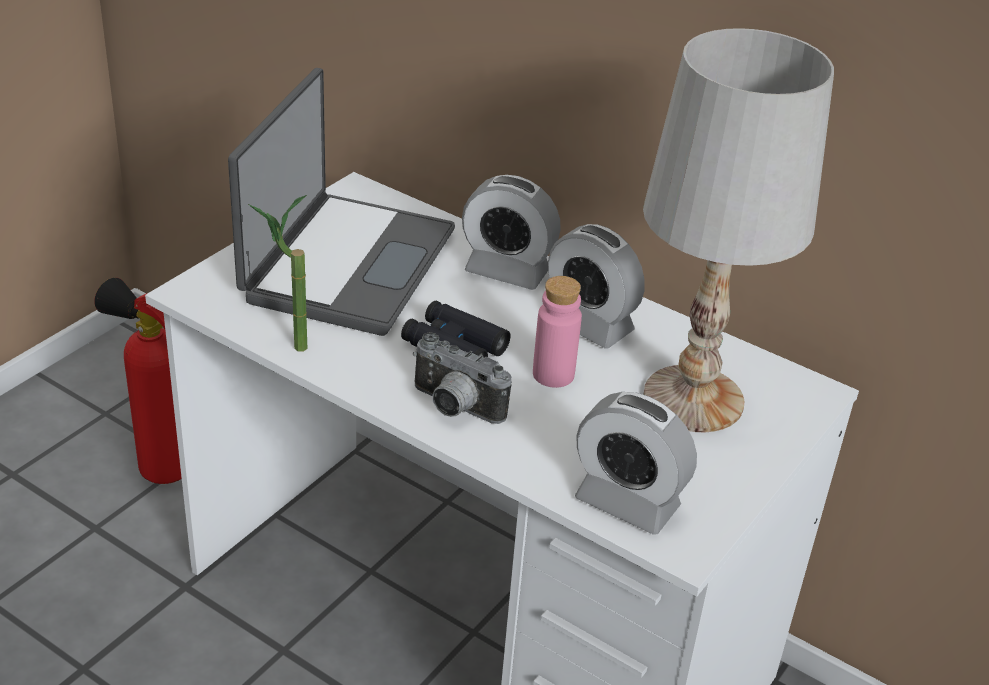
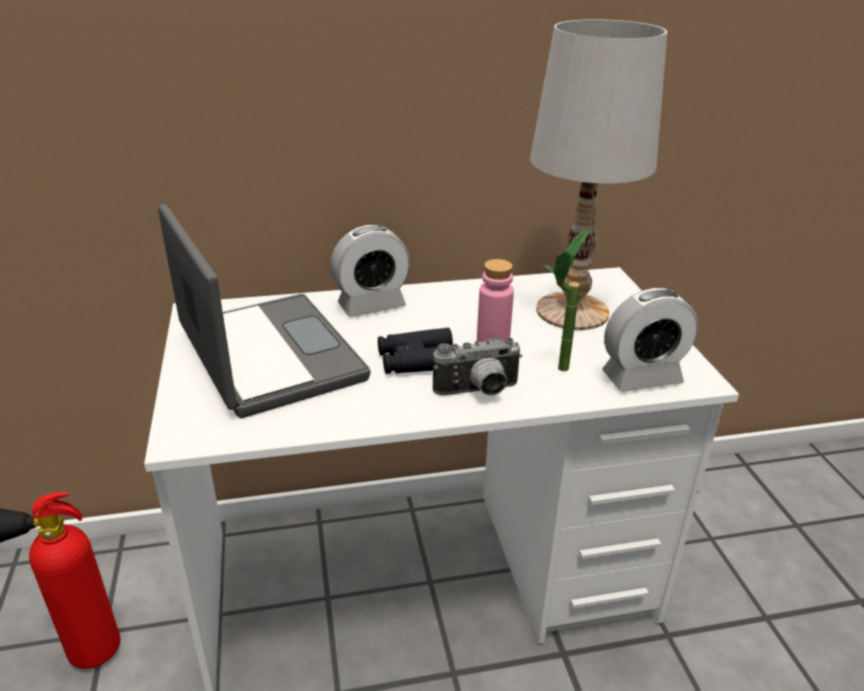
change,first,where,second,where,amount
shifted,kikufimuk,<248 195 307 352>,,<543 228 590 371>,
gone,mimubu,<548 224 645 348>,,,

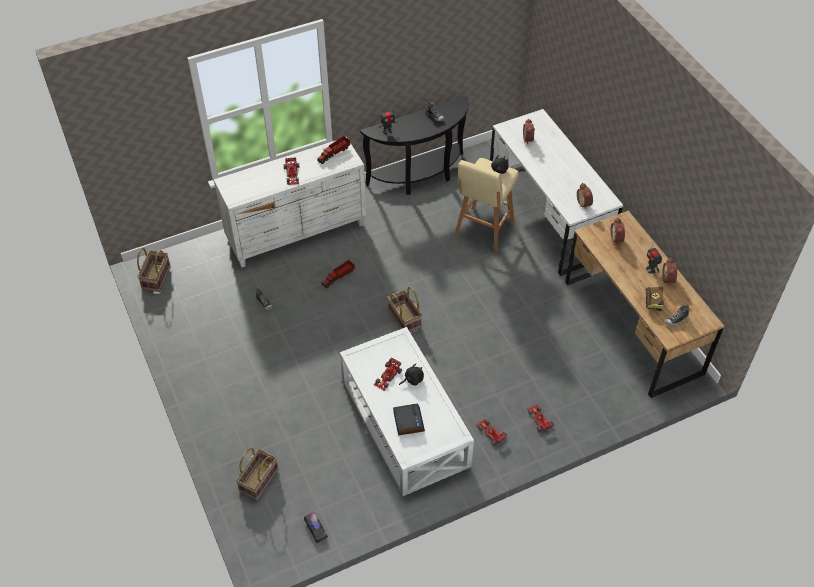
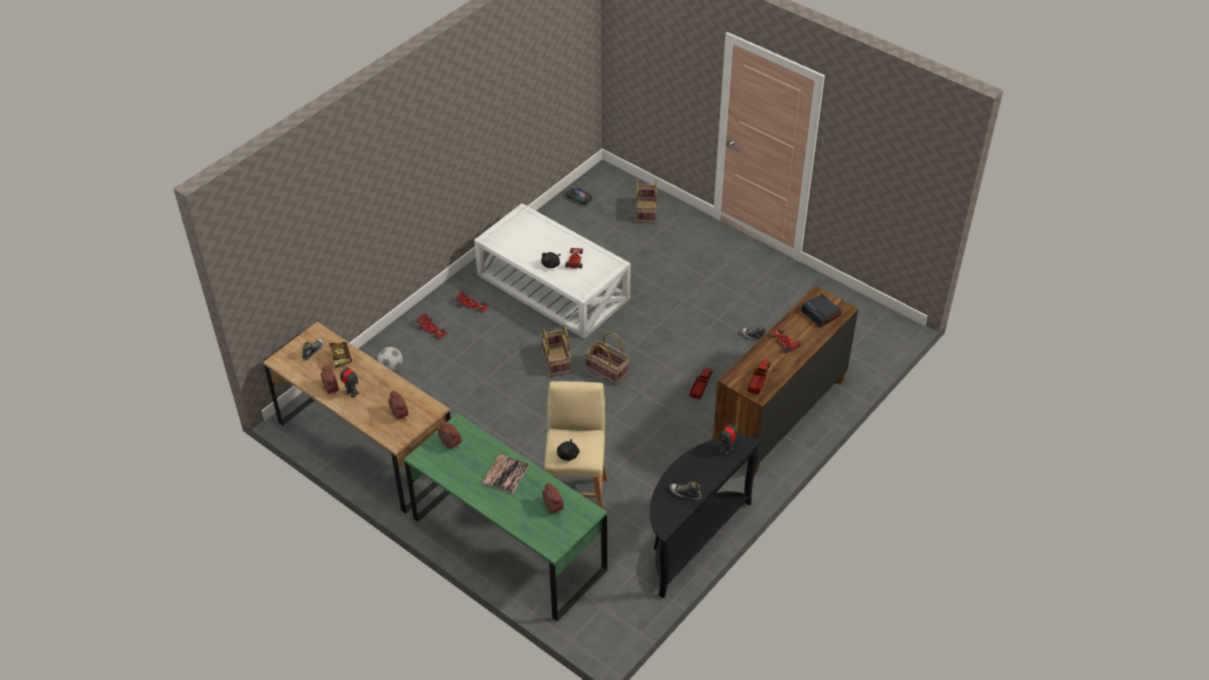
change,first,where,second,where,amount
shifted,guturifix,<137 247 171 292>,,<541 325 571 377>,
repainted,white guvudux,<214 137 366 268>,brown guvudux,<713 286 859 475>,
shifted,mimubu,<393 403 425 436>,,<801 294 842 327>,
repainted,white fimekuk,<490 109 623 276>,green fimekuk,<404 413 607 622>,
new,,,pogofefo,<377 347 403 372>,
new,,,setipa,<482 454 529 494>,

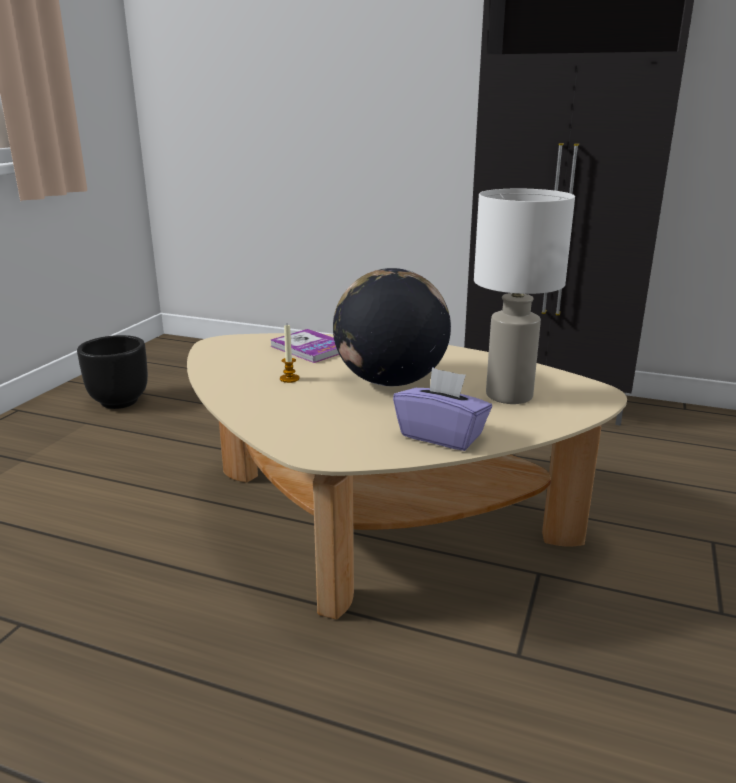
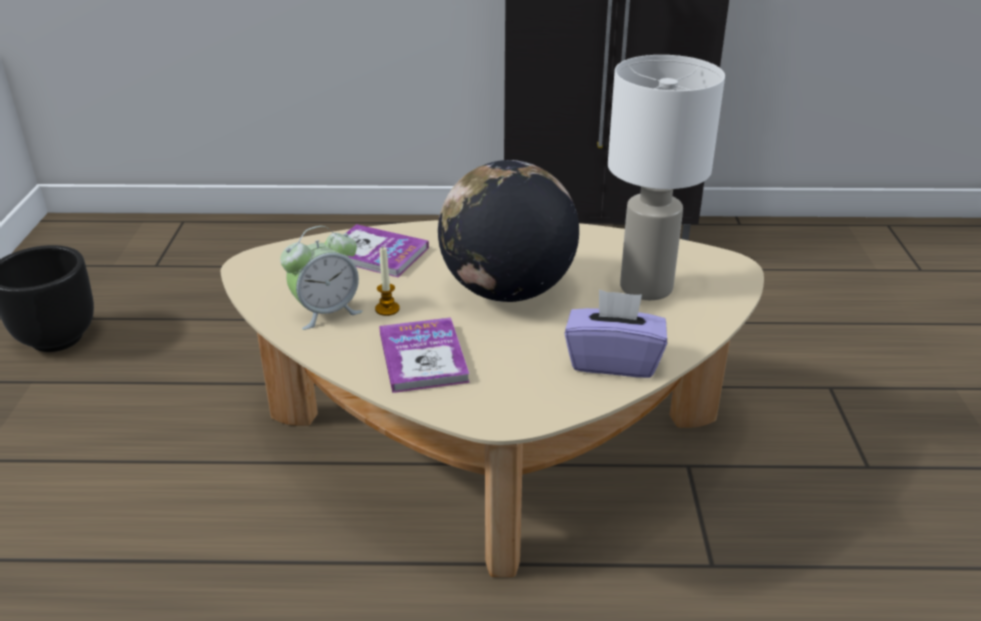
change,first,where,second,where,amount
new,,,mimubu,<280 226 363 330>,
new,,,setipa,<379 317 470 393>,

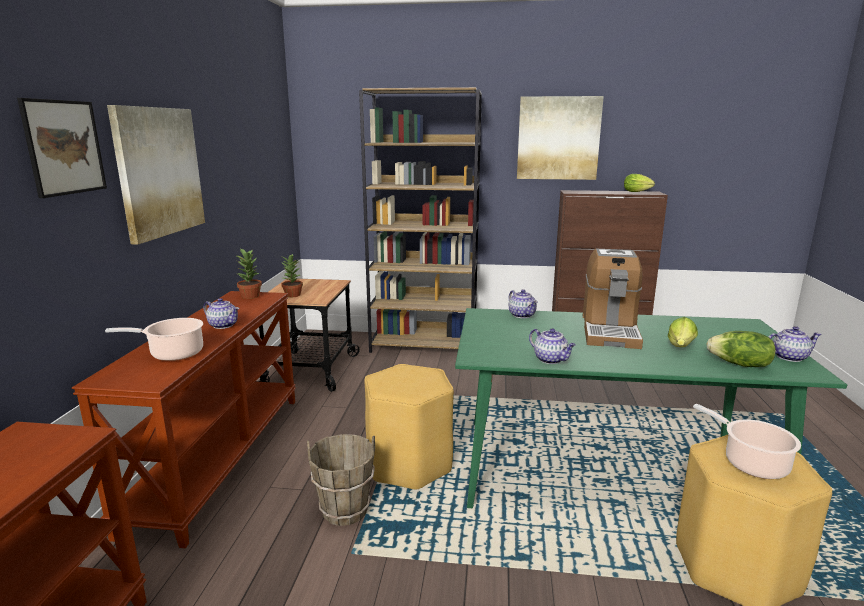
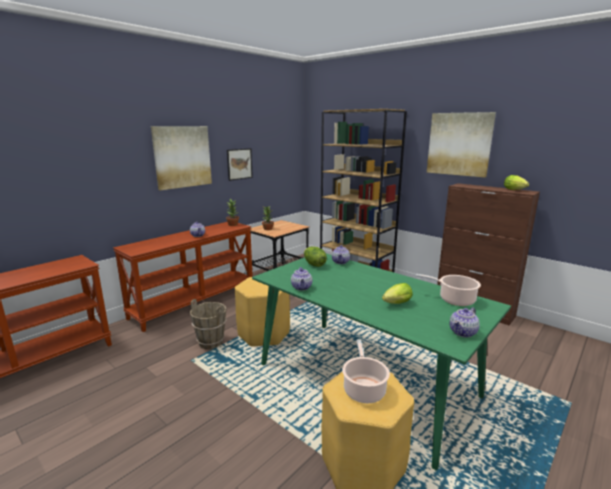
change,first,where,second,where,amount
shifted,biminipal,<17 98 107 198>,,<227 148 253 181>,
shifted,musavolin,<105 318 203 361>,,<416 274 481 306>,
gone,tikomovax,<583 249 643 349>,,,
shifted,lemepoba,<706 331 776 367>,,<304 246 327 267>,
rotated,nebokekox,<769 326 822 362>,,<450 308 480 338>,105 degrees clockwise

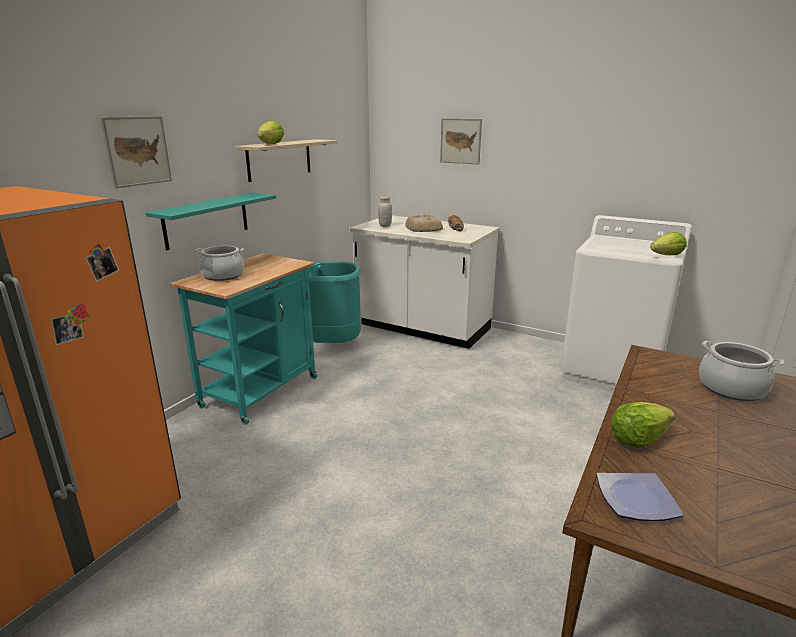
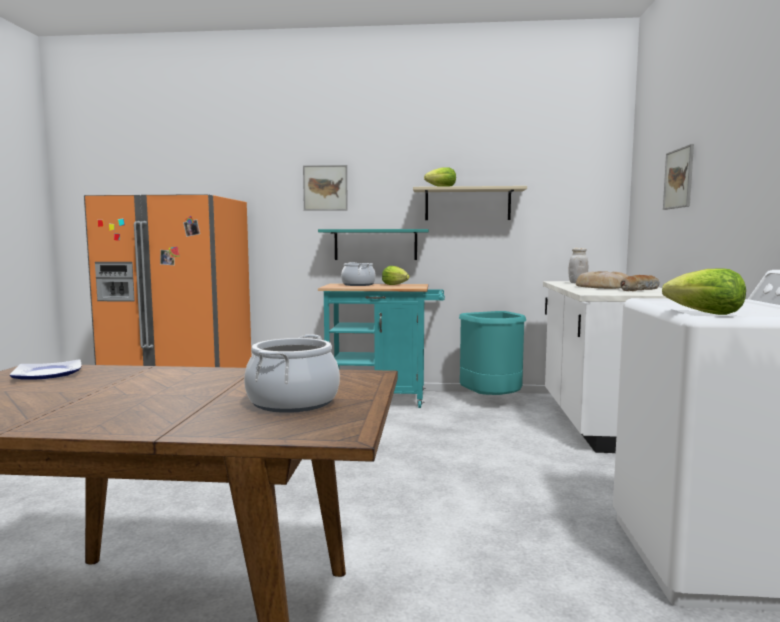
change,first,where,second,where,amount
shifted,lemepoba,<611 402 675 448>,,<382 266 410 285>,

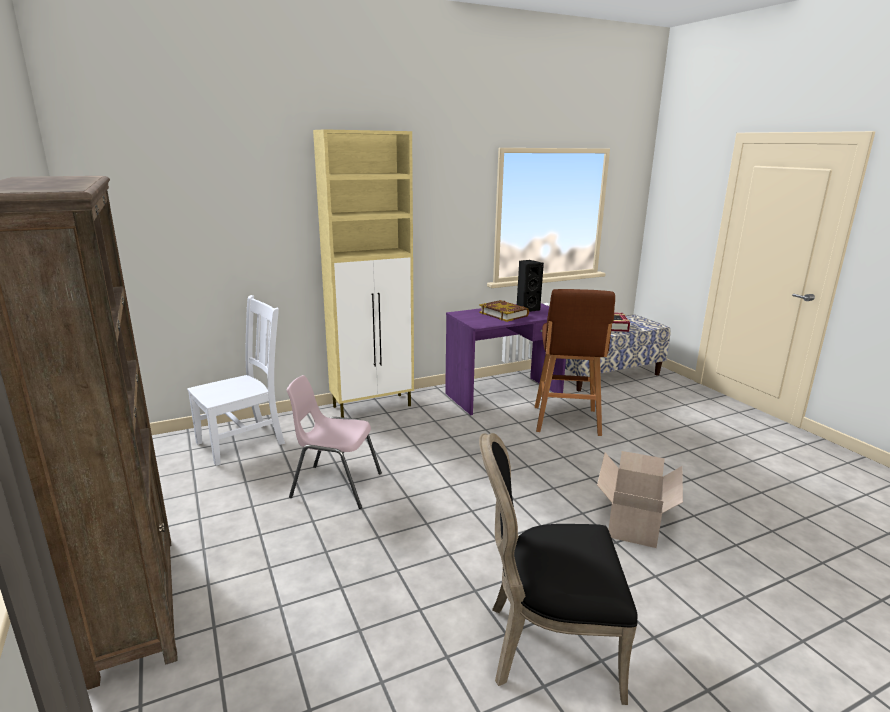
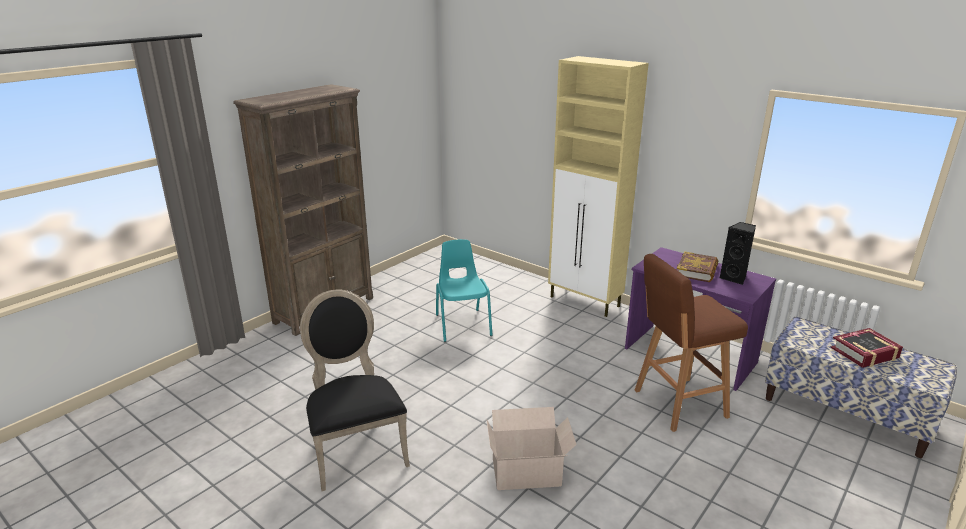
change,first,where,second,where,amount
gone,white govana,<187 295 285 466>,,,
repainted,pink govana,<287 375 382 509>,turquoise govana,<436 239 493 342>,

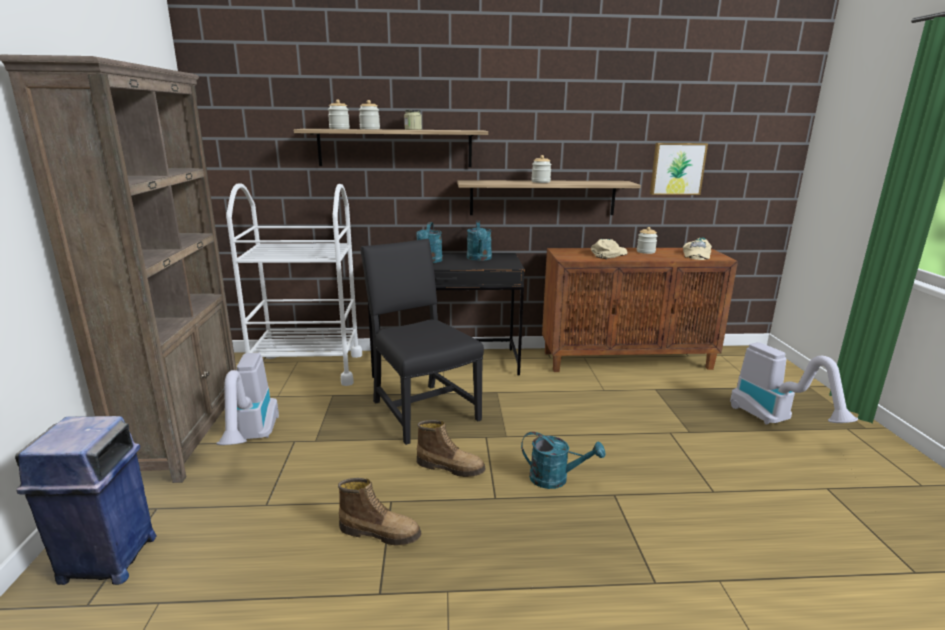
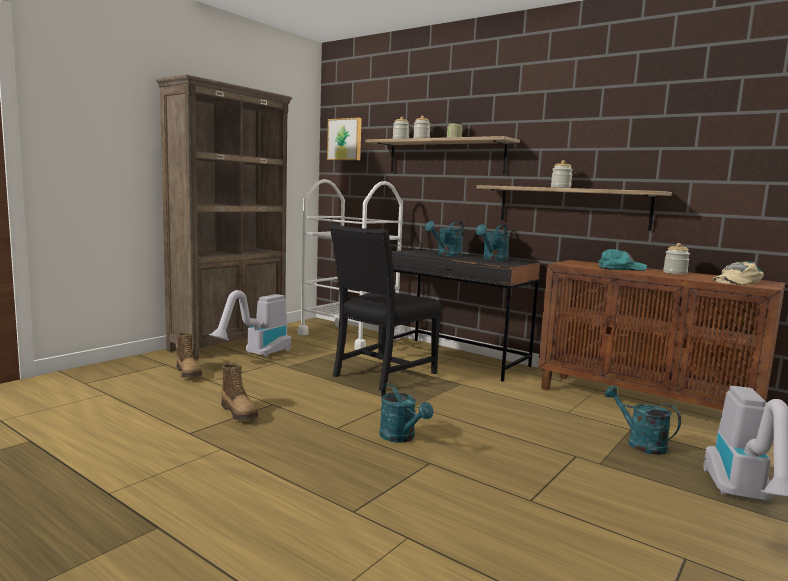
change,first,where,second,where,amount
gone,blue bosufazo,<15 416 157 585>,,,
rotated,black govana,<360 239 484 445>,,<330 225 442 391>,150 degrees counterclockwise
shifted,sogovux,<417 420 486 477>,,<177 333 202 378>,
repainted,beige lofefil,<591 239 627 259>,turquoise lofefil,<598 249 648 271>,
shifted,biminipal,<650 143 708 195>,,<327 118 362 160>,
new,,,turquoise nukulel,<605 386 681 455>,

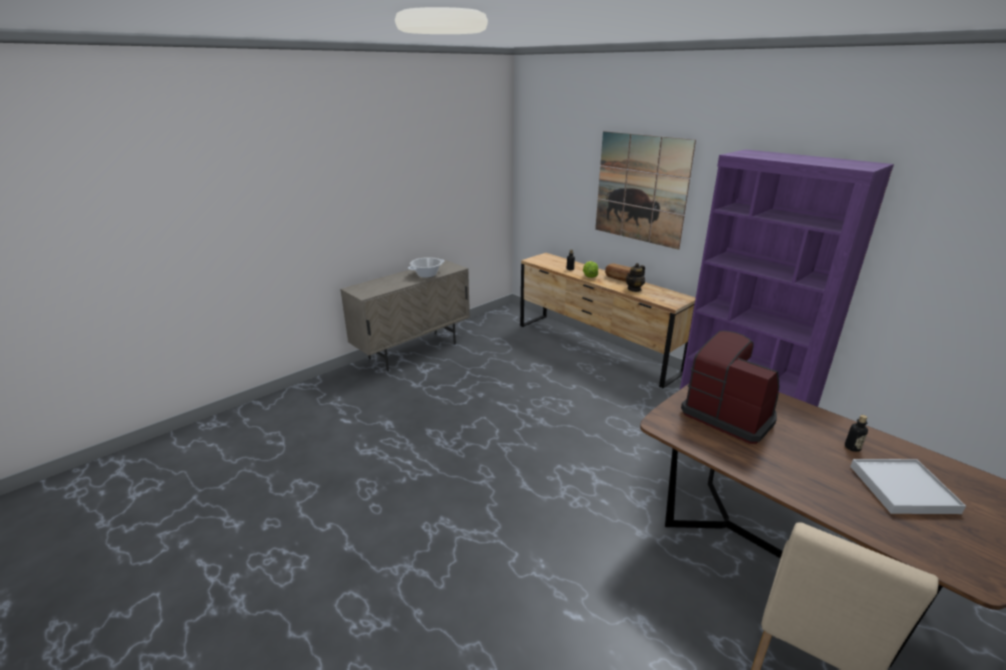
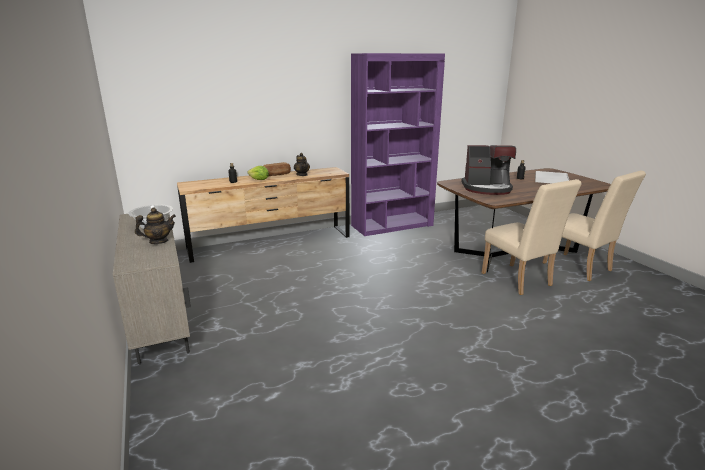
change,first,where,second,where,amount
gone,biminipal,<595 131 696 250>,,,
rotated,tikomovax,<681 331 779 444>,,<461 145 516 195>,150 degrees counterclockwise
new,,,nebokekox,<135 208 176 244>,
new,,,beige govana,<482 179 582 295>,

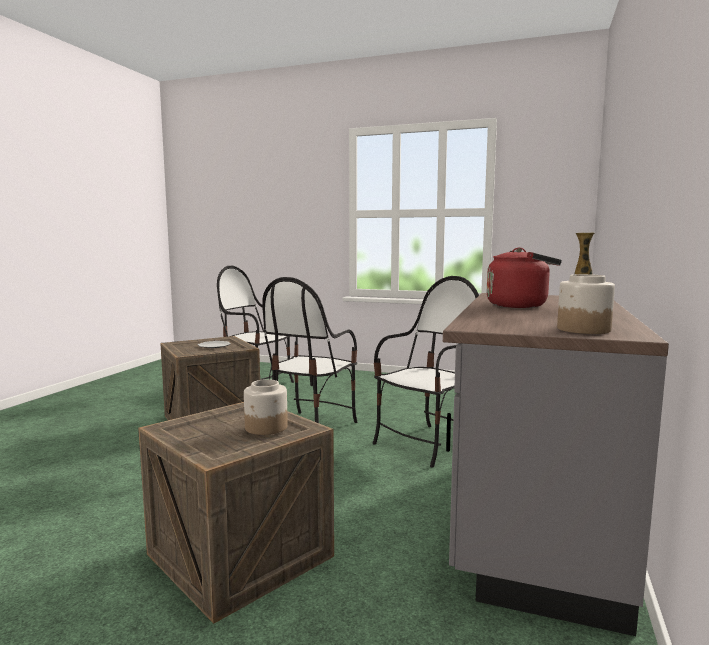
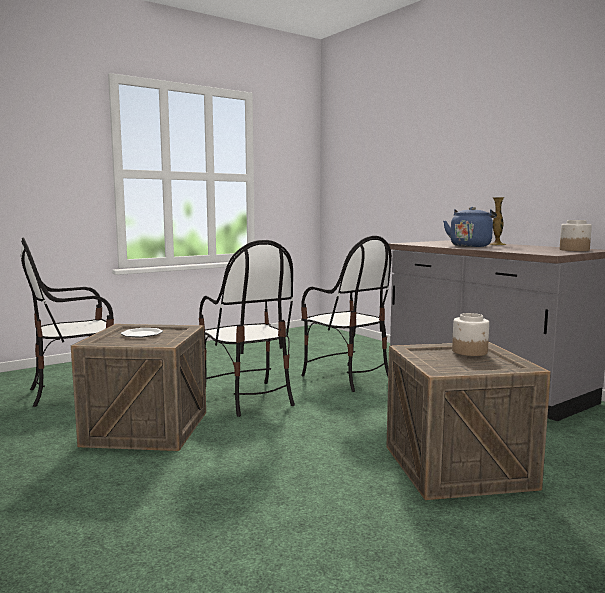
change,first,where,second,where,amount
rotated,govana,<373 276 479 468>,,<301 236 392 392>,150 degrees clockwise
repainted,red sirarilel,<487 248 562 308>,blue sirarilel,<443 207 497 247>,

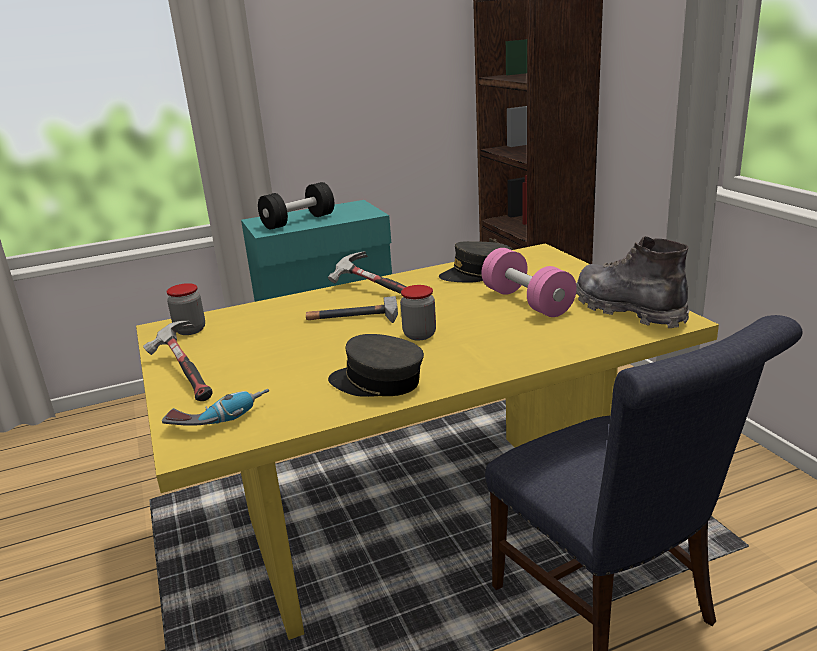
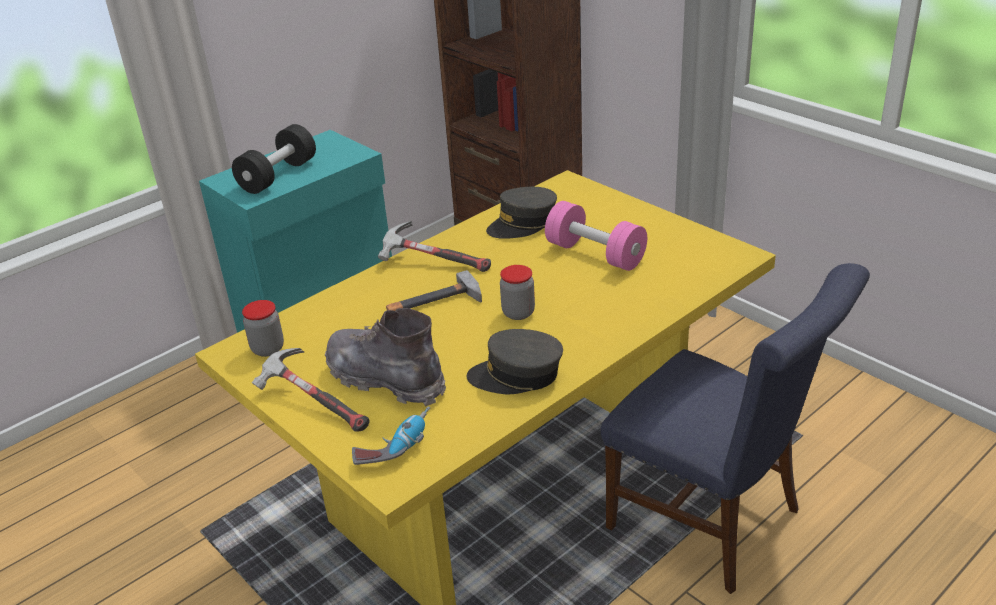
change,first,where,second,where,amount
shifted,grey sogovux,<576 236 690 328>,,<325 308 446 407>,

